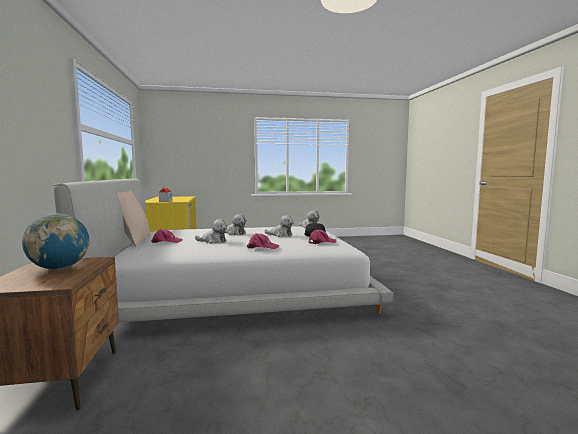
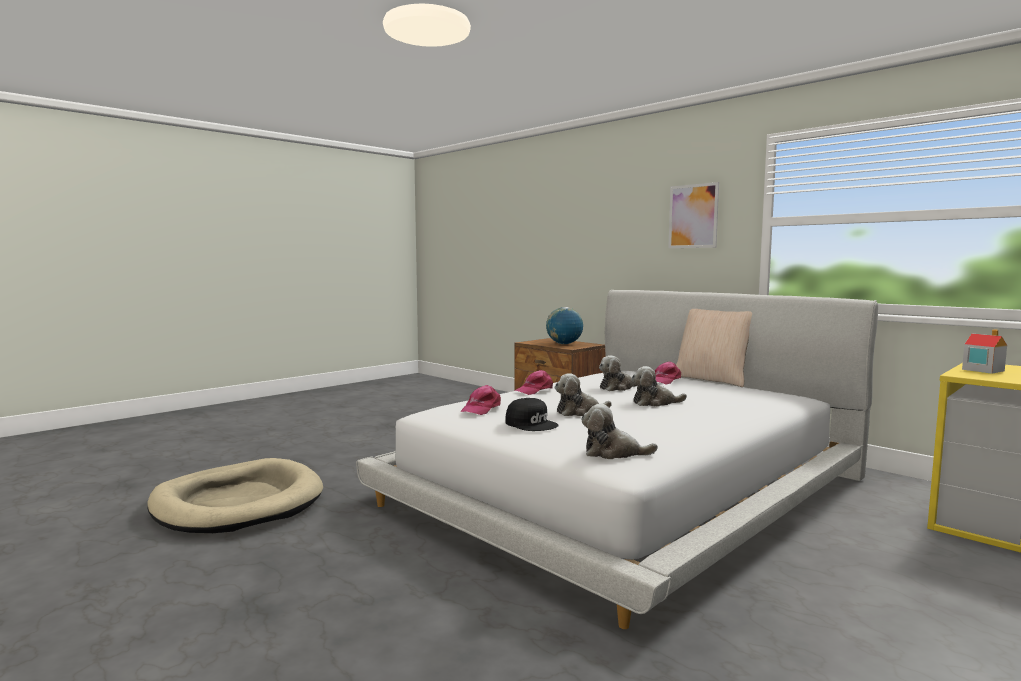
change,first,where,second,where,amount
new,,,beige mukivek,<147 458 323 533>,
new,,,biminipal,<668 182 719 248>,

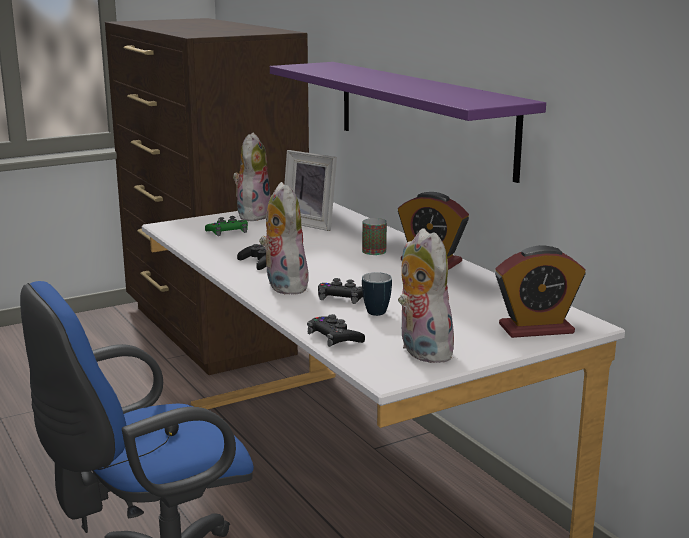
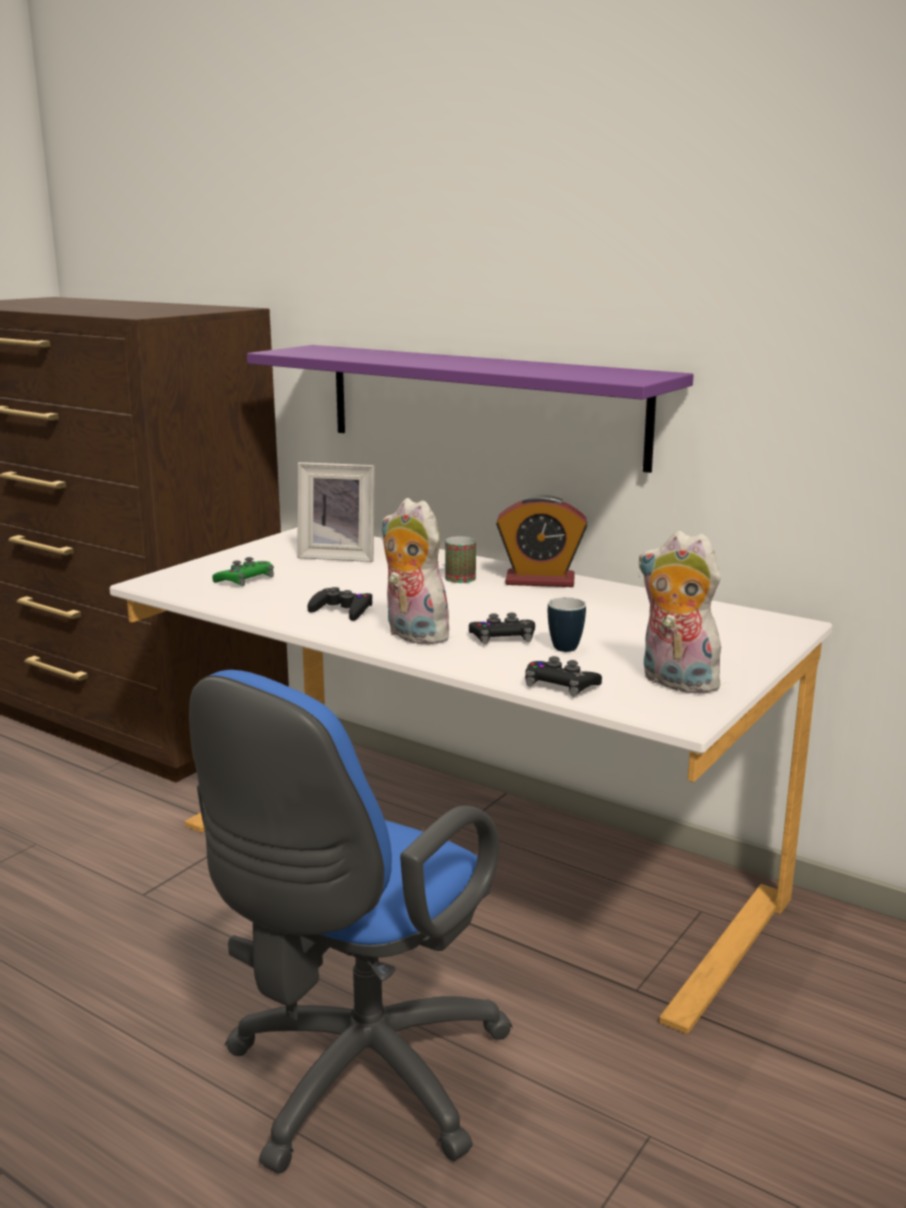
change,first,where,second,where,amount
gone,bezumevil,<233 133 271 221>,,,
gone,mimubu,<495 245 586 338>,,,

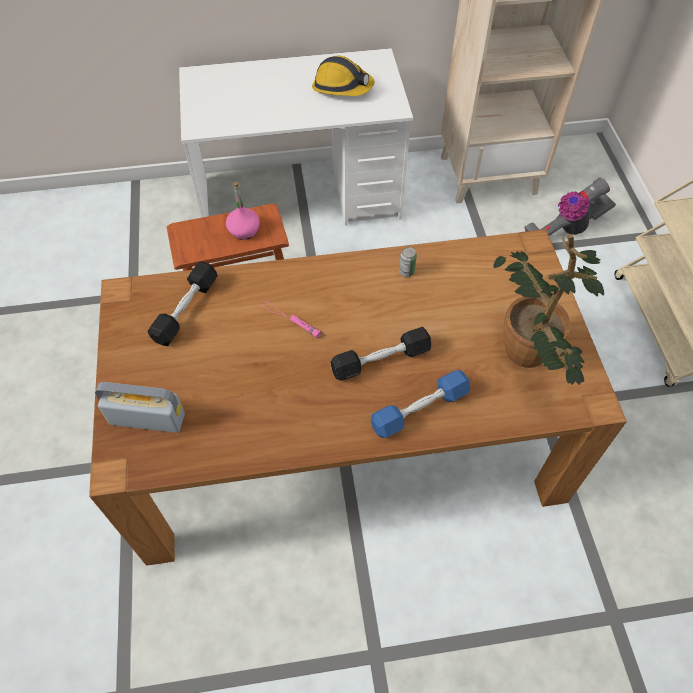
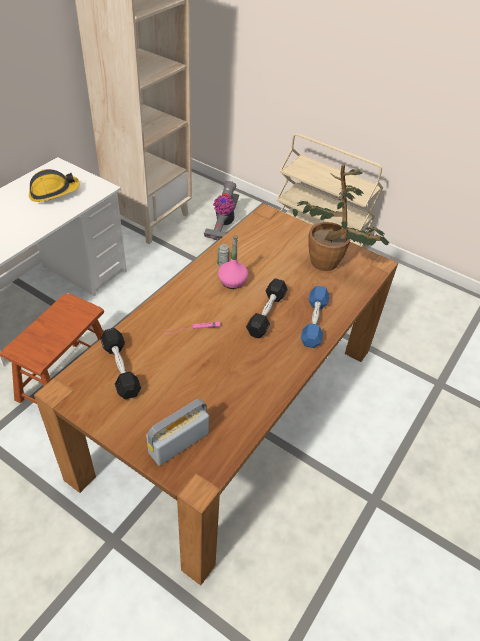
change,first,where,second,where,amount
shifted,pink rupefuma,<226 182 260 240>,,<218 235 248 289>,

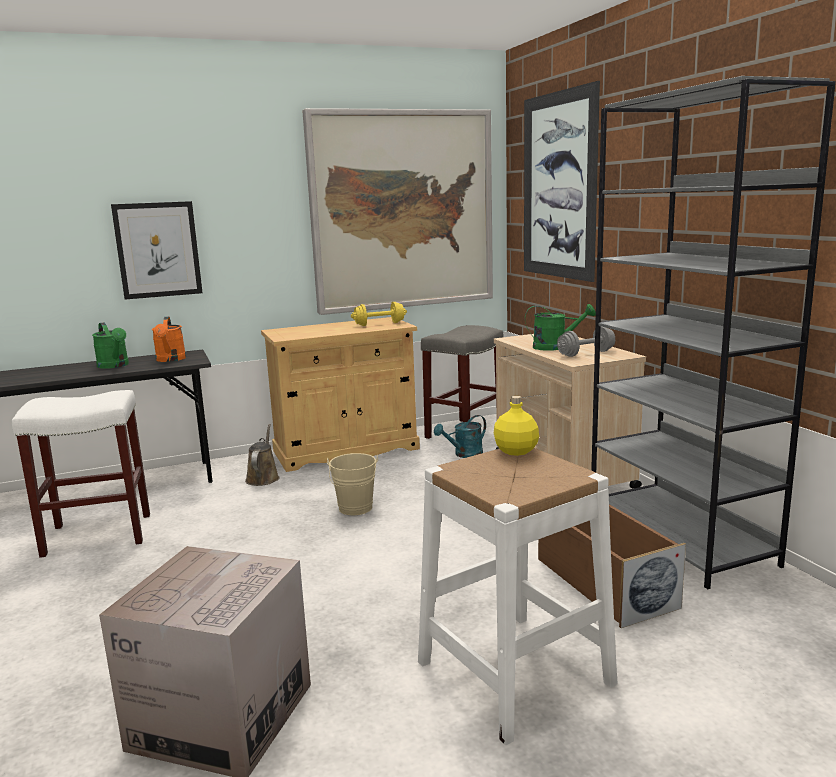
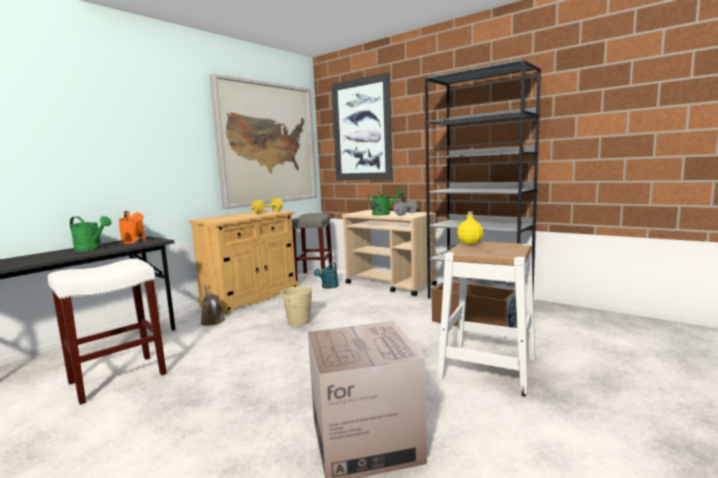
change,first,where,second,where,amount
gone,biminipal,<111 201 203 300>,,,

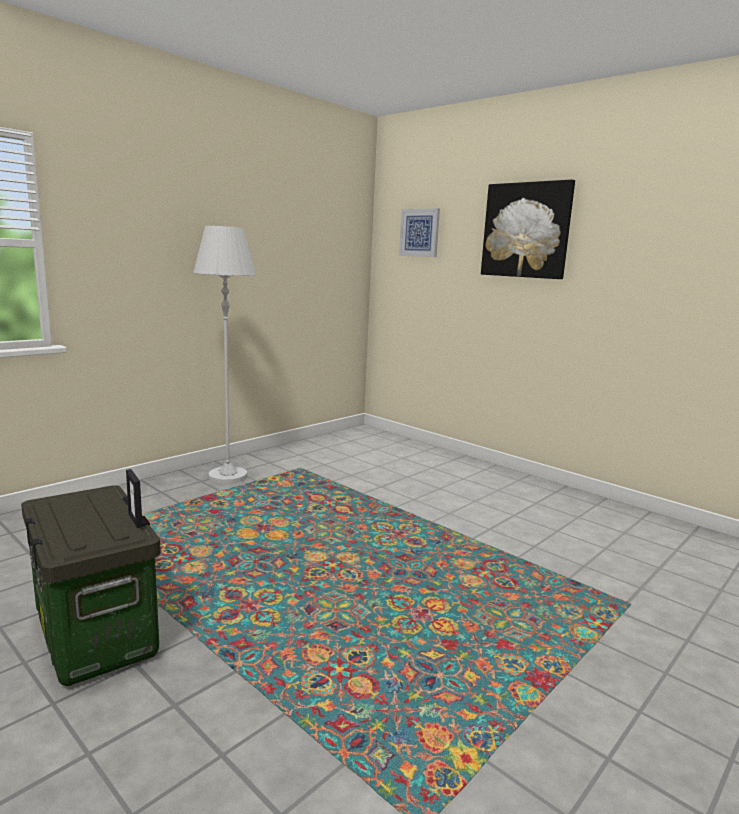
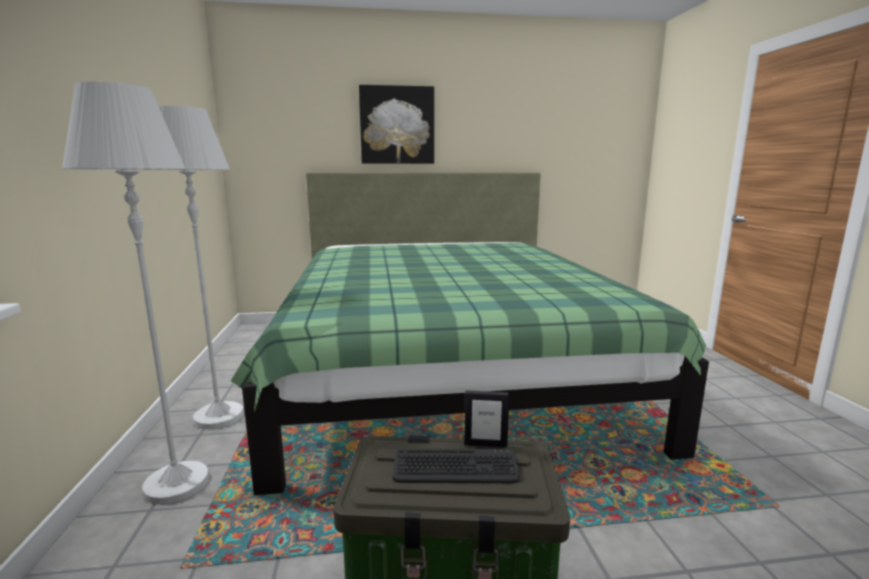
change,first,where,second,where,amount
gone,biminipal,<399 208 440 257>,,,
new,,,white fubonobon,<62 81 209 504>,
new,,,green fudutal,<231 173 709 495>,
new,,,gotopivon,<393 449 520 483>,

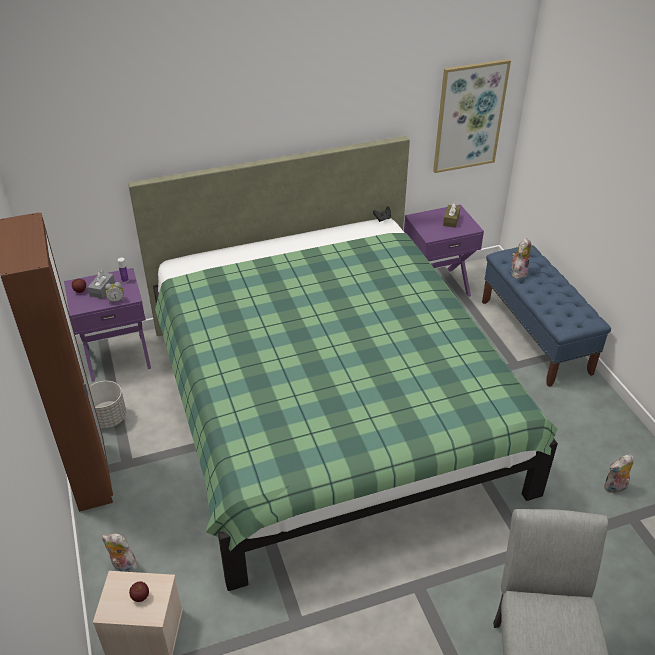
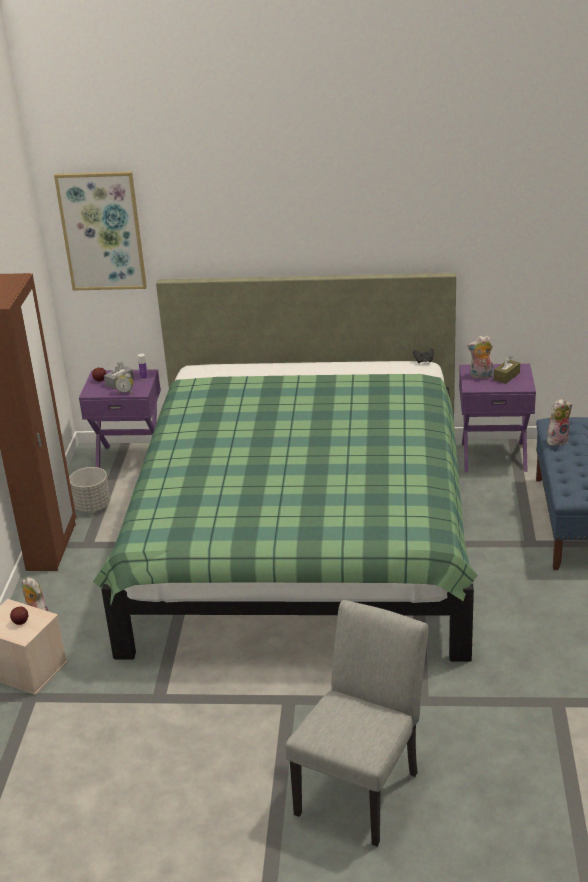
change,first,where,second,where,amount
shifted,biminipal,<433 59 511 173>,,<54 171 147 290>,
shifted,bezumevil,<604 455 634 494>,,<467 336 494 379>,

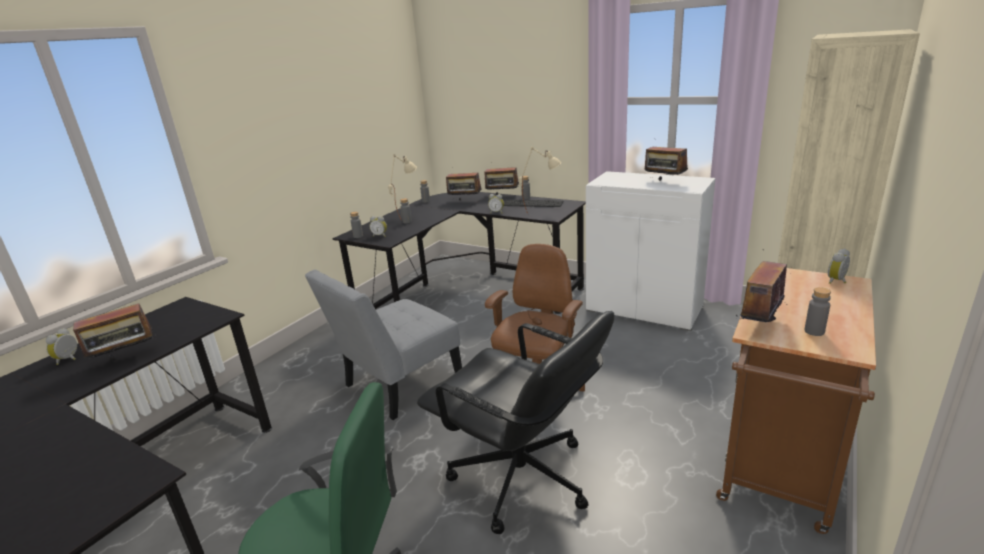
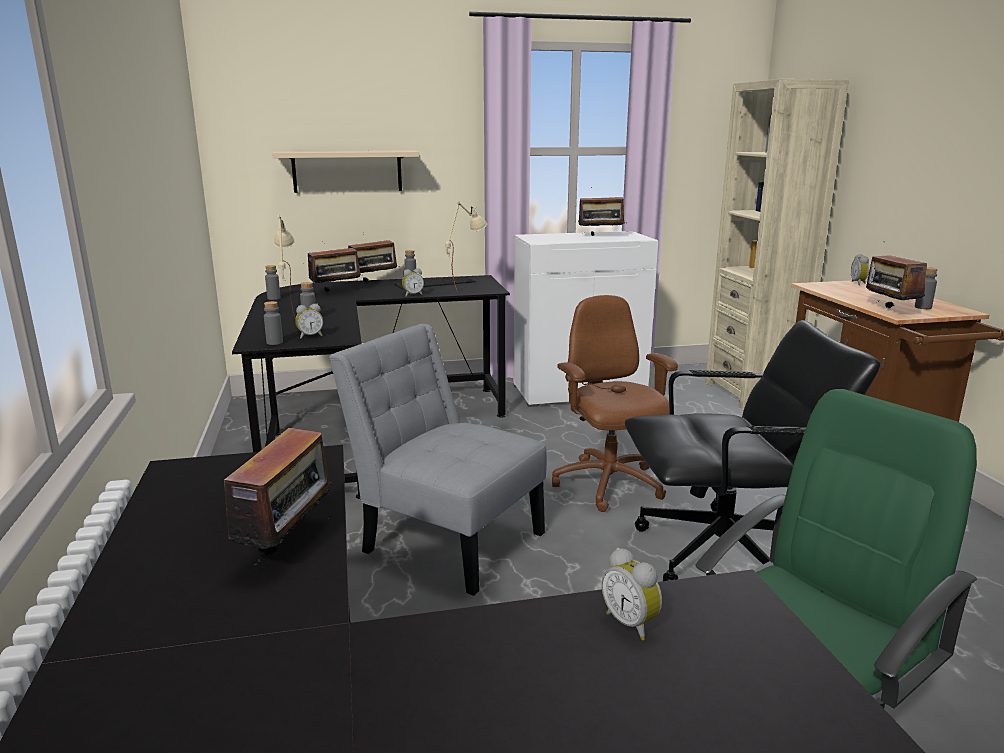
change,first,where,second,where,amount
shifted,mimubu,<46 328 77 365>,,<601 548 662 640>,
rotated,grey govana,<305 270 462 420>,,<329 324 547 596>,120 degrees clockwise
new,,,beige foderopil,<272 150 419 193>,

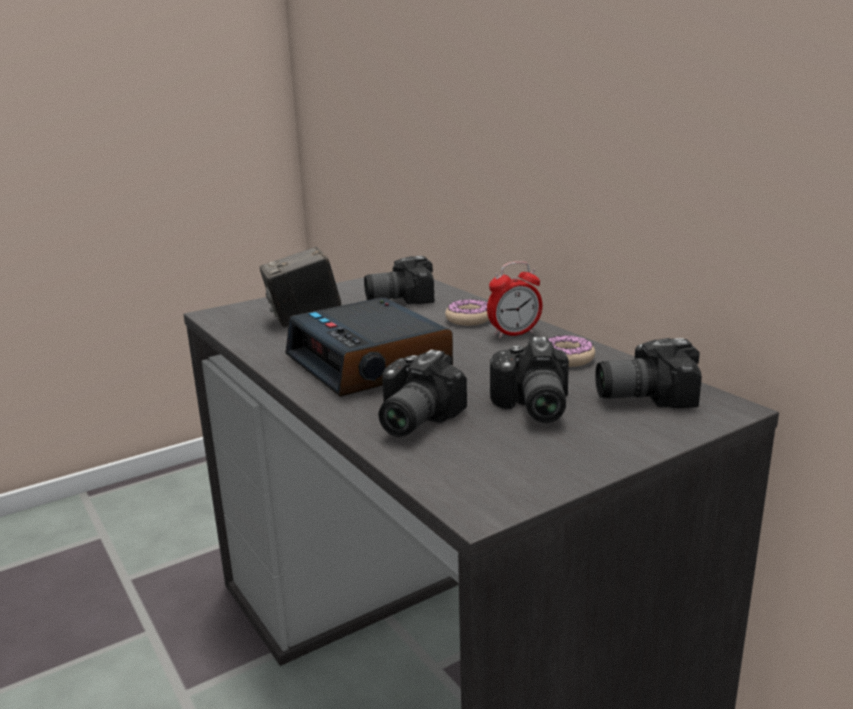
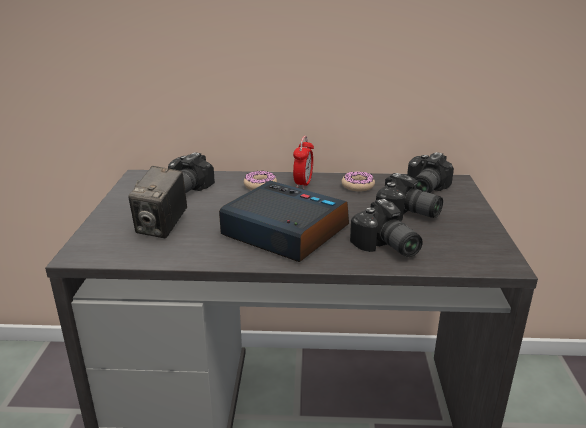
change,first,where,second,where,amount
rotated,mimubu,<286 297 453 397>,,<219 181 349 262>,150 degrees counterclockwise

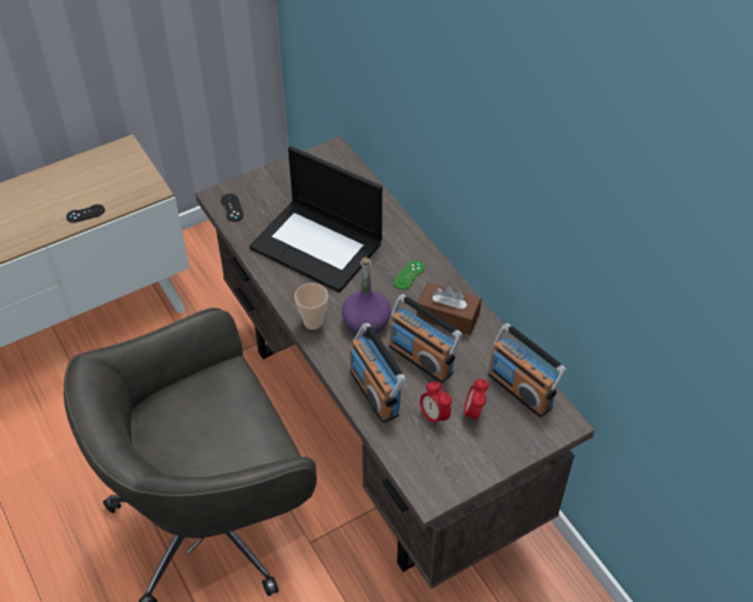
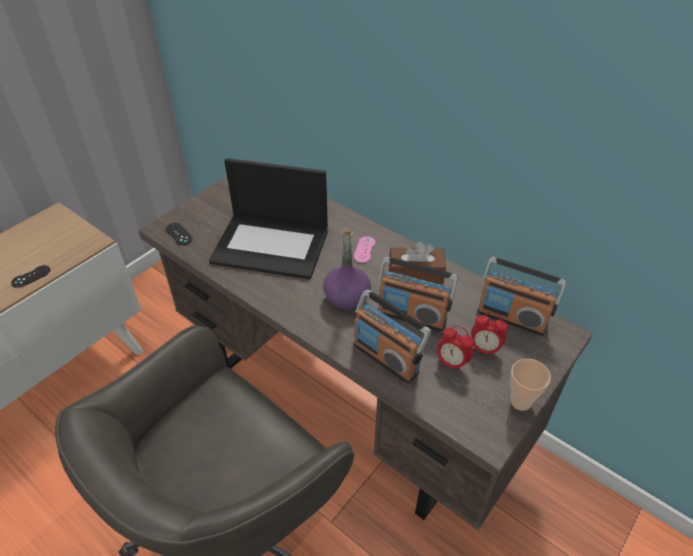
change,first,where,second,where,amount
shifted,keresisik,<294 283 328 330>,,<510 359 551 411>,
repainted,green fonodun,<393 260 425 290>,pink fonodun,<354 236 375 263>,
rotated,mimubu,<464 379 489 421>,,<471 312 508 358>,60 degrees counterclockwise

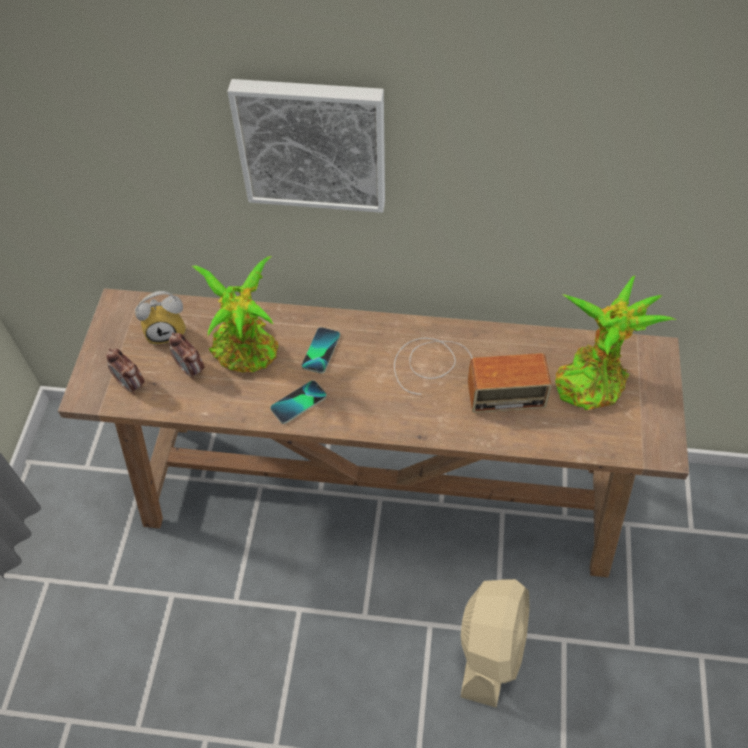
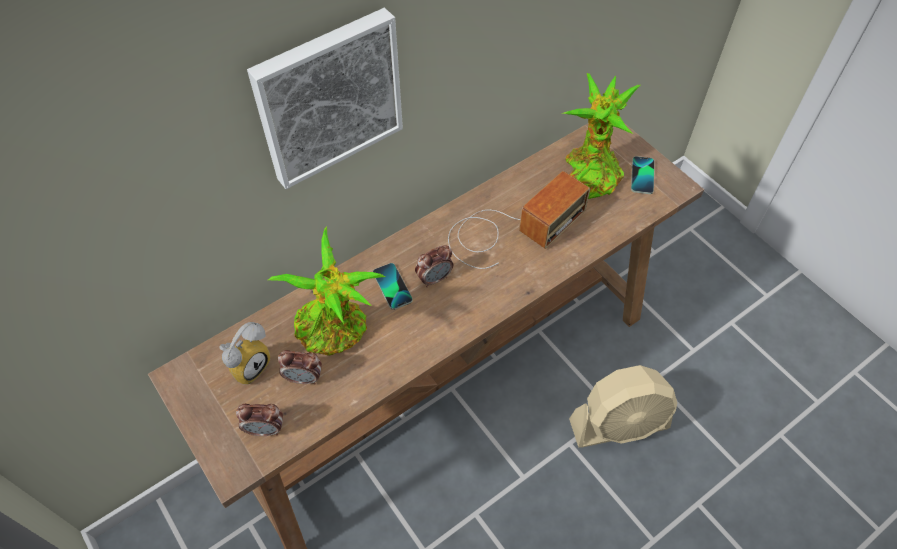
change,first,where,second,where,amount
shifted,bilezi,<270 380 327 424>,,<631 156 655 194>,
rotated,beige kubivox,<461 579 530 708>,,<569 365 677 448>,105 degrees clockwise
new,,,mimubu,<415 245 453 287>,

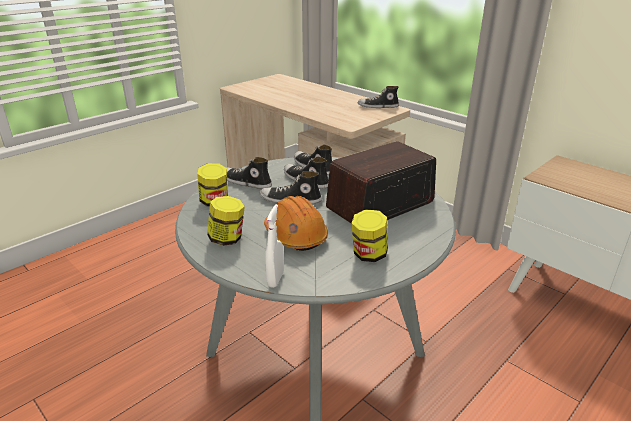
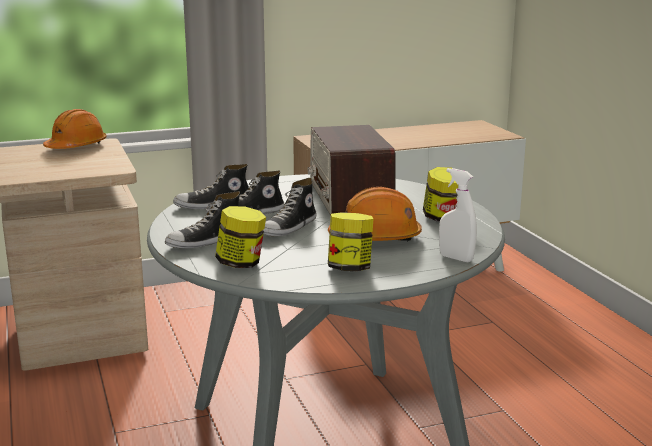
change,first,where,second,where,amount
swapped,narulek,<358 86 399 108>,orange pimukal,<43 109 107 149>,

